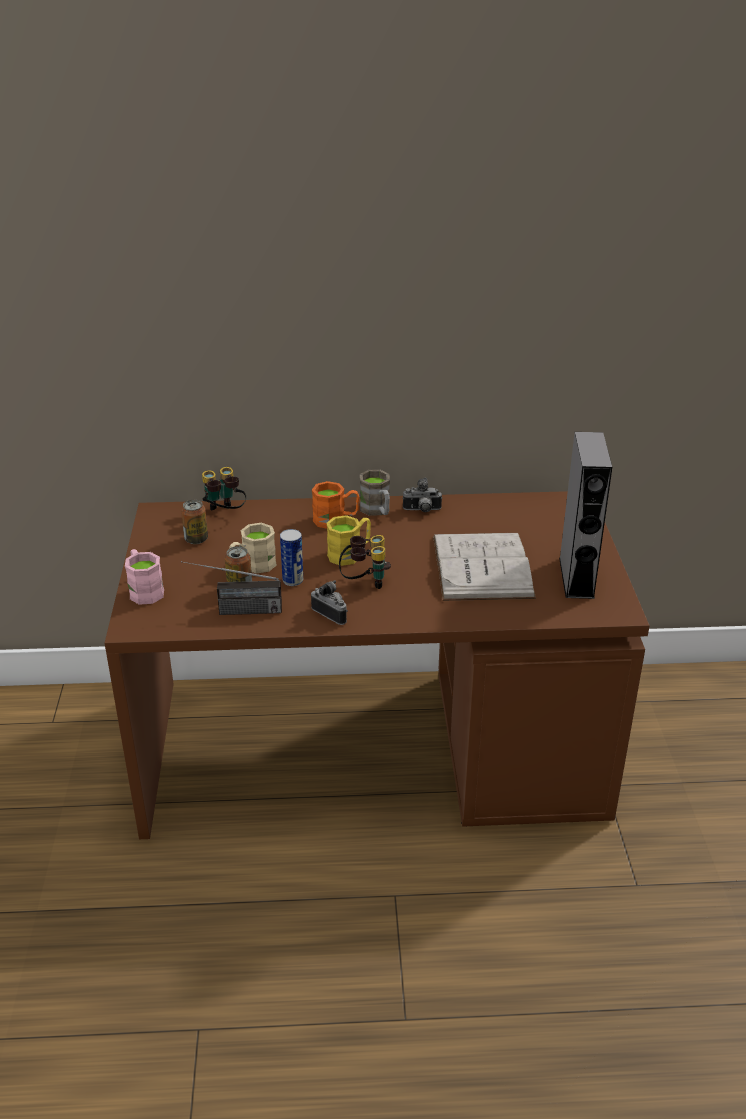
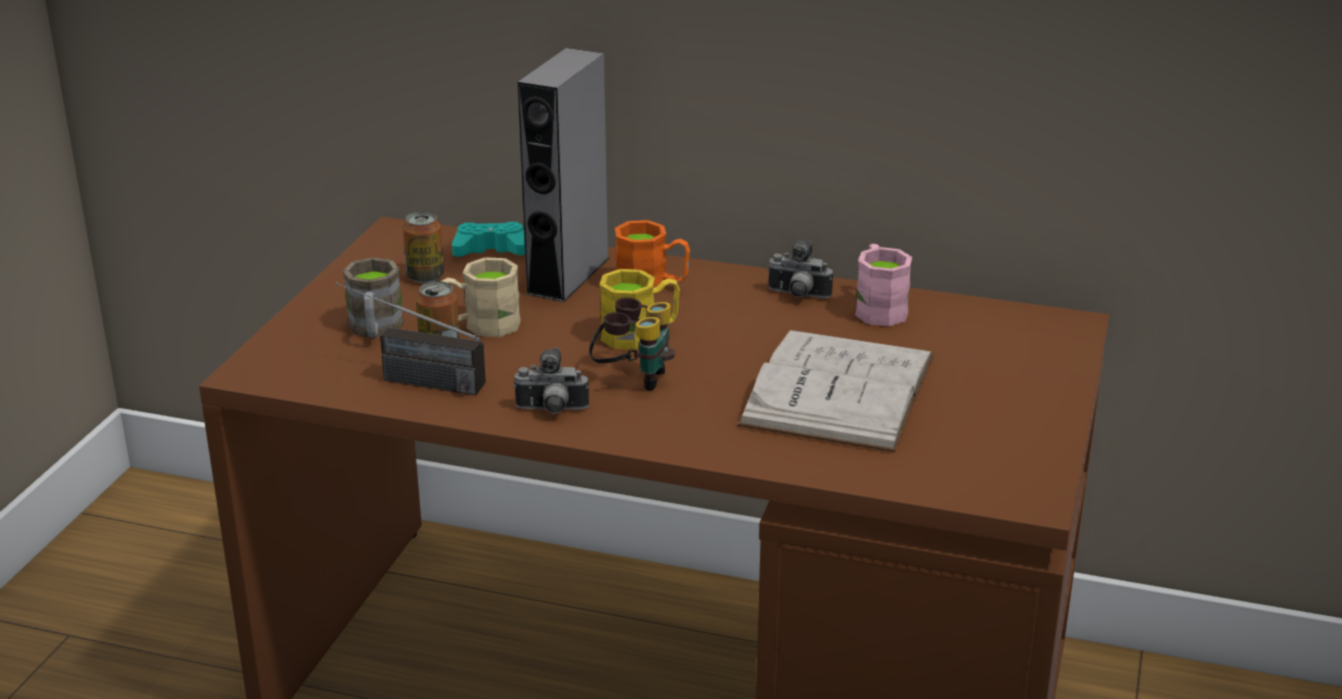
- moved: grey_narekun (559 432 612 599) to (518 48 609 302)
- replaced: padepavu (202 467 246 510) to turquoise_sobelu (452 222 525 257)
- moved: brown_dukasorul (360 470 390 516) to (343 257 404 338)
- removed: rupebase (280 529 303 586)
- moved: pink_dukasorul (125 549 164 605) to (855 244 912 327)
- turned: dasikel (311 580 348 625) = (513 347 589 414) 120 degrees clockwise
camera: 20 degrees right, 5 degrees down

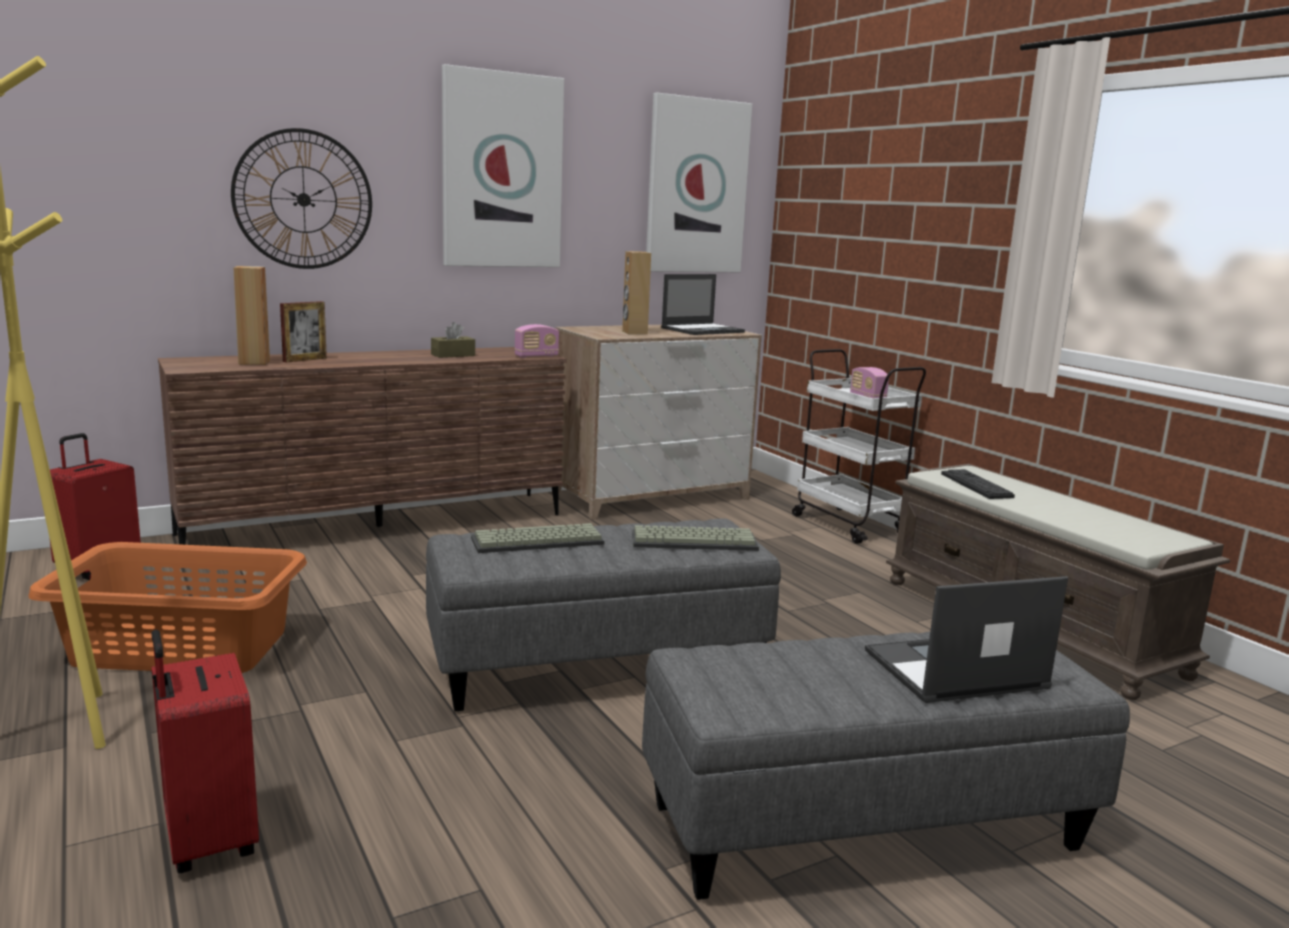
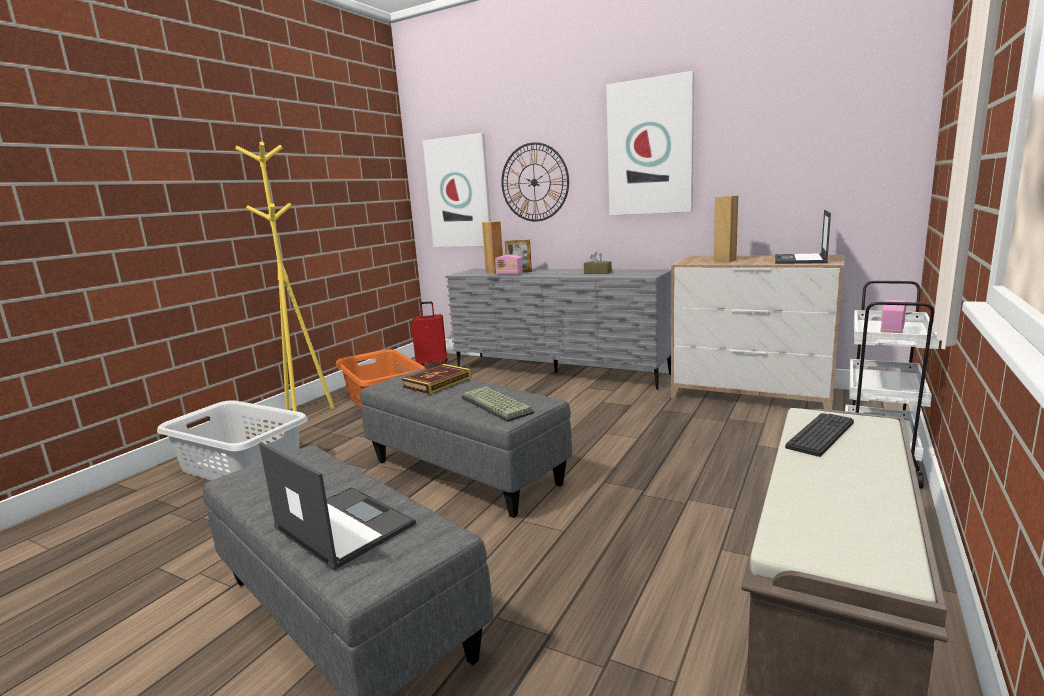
- moved: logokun (646 93 752 272) to (423 133 491 247)
- turned: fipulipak (661 274 745 335) = (775 210 831 264) 90 degrees clockwise
- moved: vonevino (514 324 559 358) to (495 255 523 275)
- recoloured: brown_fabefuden (158 347 567 545) to grey_fabefuden (445 269 671 390)
- replaced: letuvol (471 523 605 553) to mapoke (402 364 471 394)
- replaced: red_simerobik (151 630 259 873) to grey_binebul (157 400 308 481)
camera: 60 degrees right, 0 degrees up

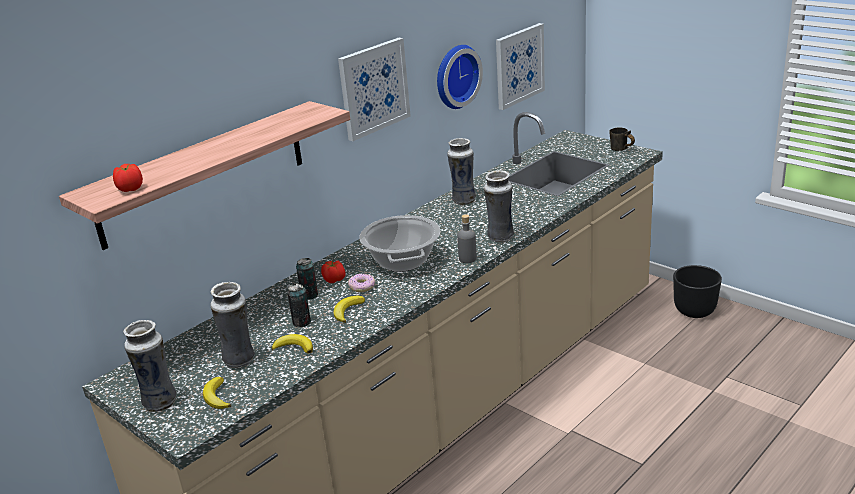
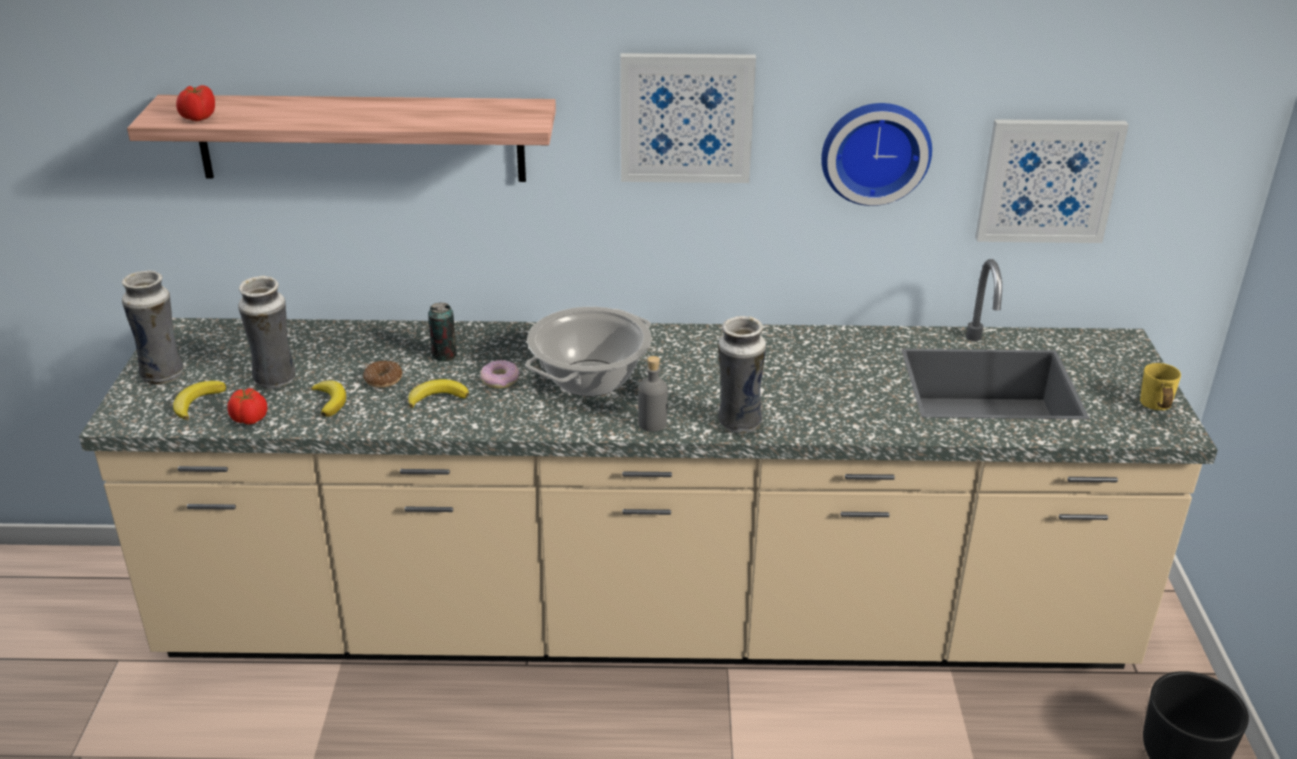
- recoloured: grey_dukasorul (609 128 635 151) to yellow_dukasorul (1140 363 1181 410)
- removed: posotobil (447 138 476 205)
- moved: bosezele (321 260 346 283) to (227 388 267 425)
- replaced: rupebase (287 283 311 327) to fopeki (363 361 402 388)
camera: 45 degrees right, 5 degrees up

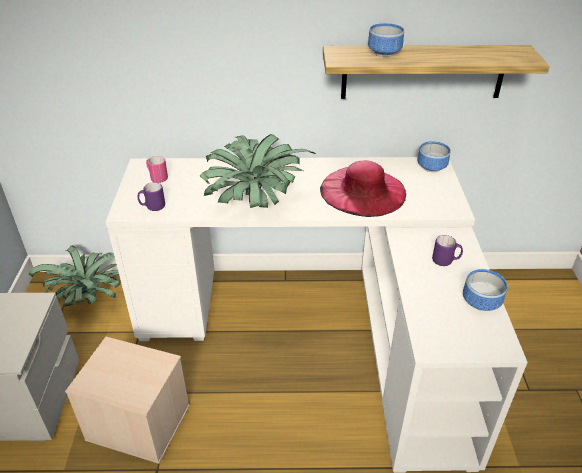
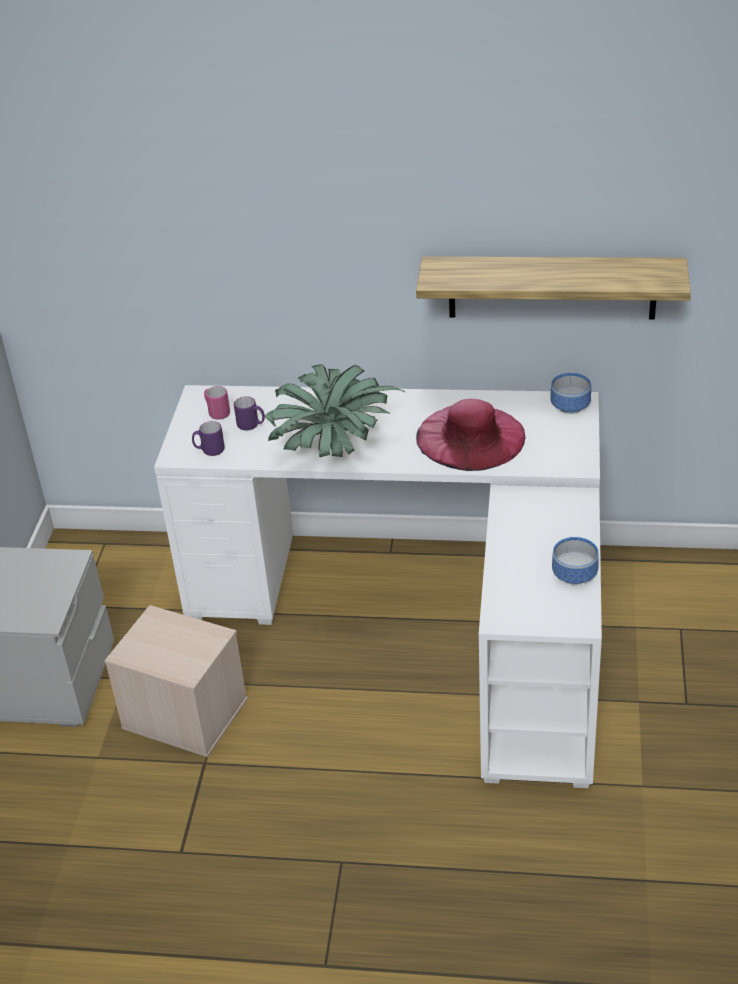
- removed: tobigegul (368 23 404 57)
- moved: purple_dukasorul (432 235 463 266) to (234 396 265 430)
- removed: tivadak (29 246 120 307)
camera: 10 degrees right, 0 degrees up

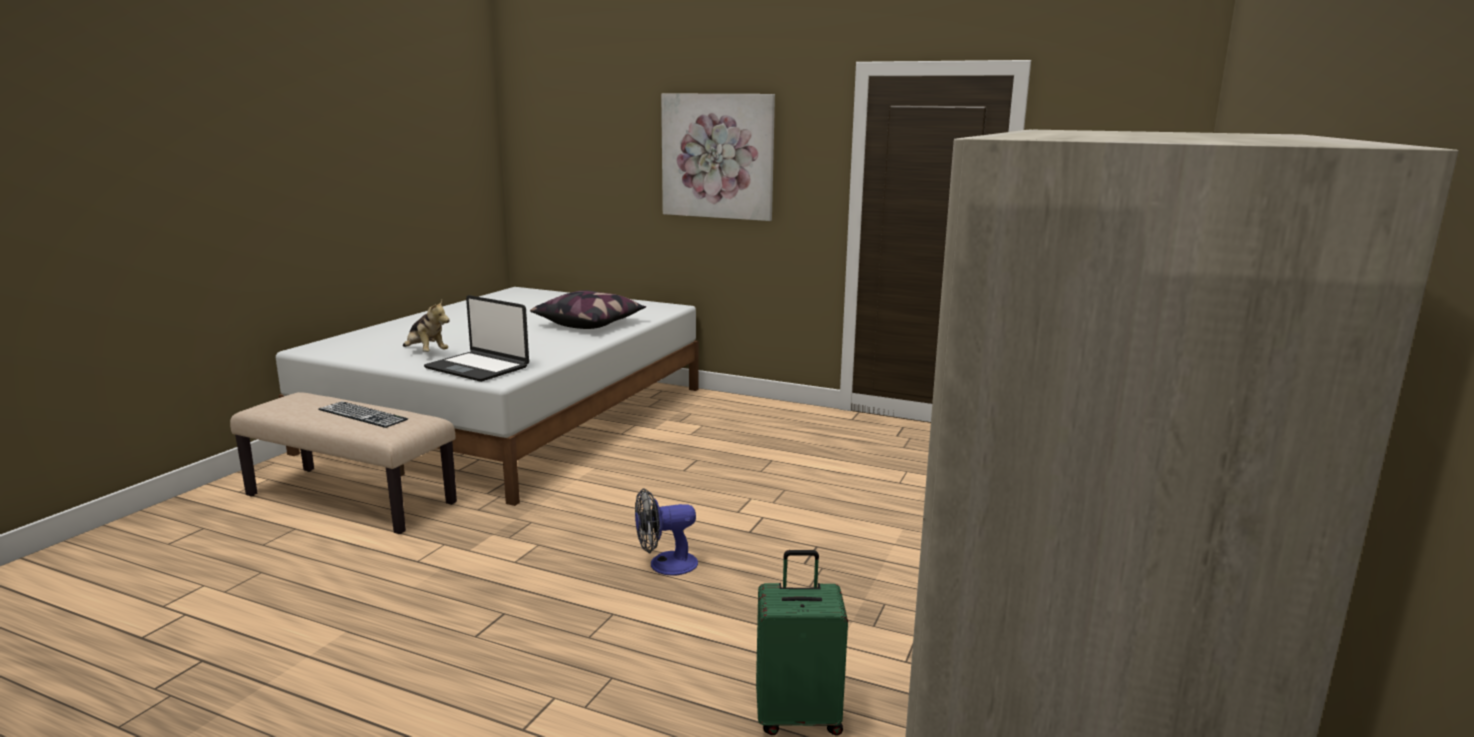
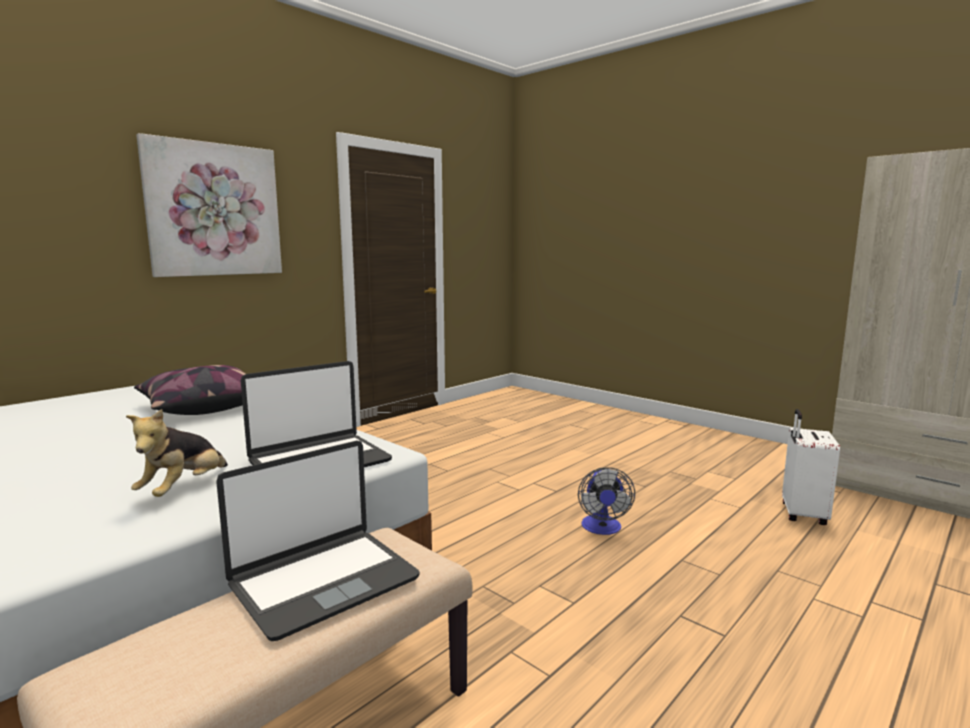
- turned: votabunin (403 300 450 352) = (126 409 228 497) 135 degrees clockwise
- replaced: letuvol (318 401 408 428) to fipulipak (216 441 420 641)
- recoloured: green_simerobik (756 550 848 736) to white_simerobik (782 409 840 525)
camera: 70 degrees left, 5 degrees down

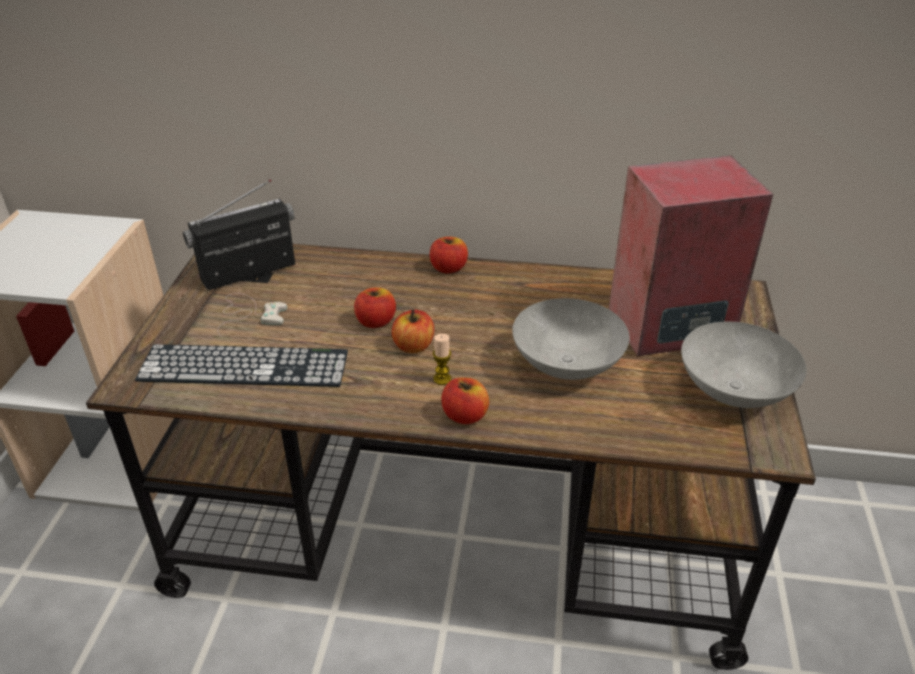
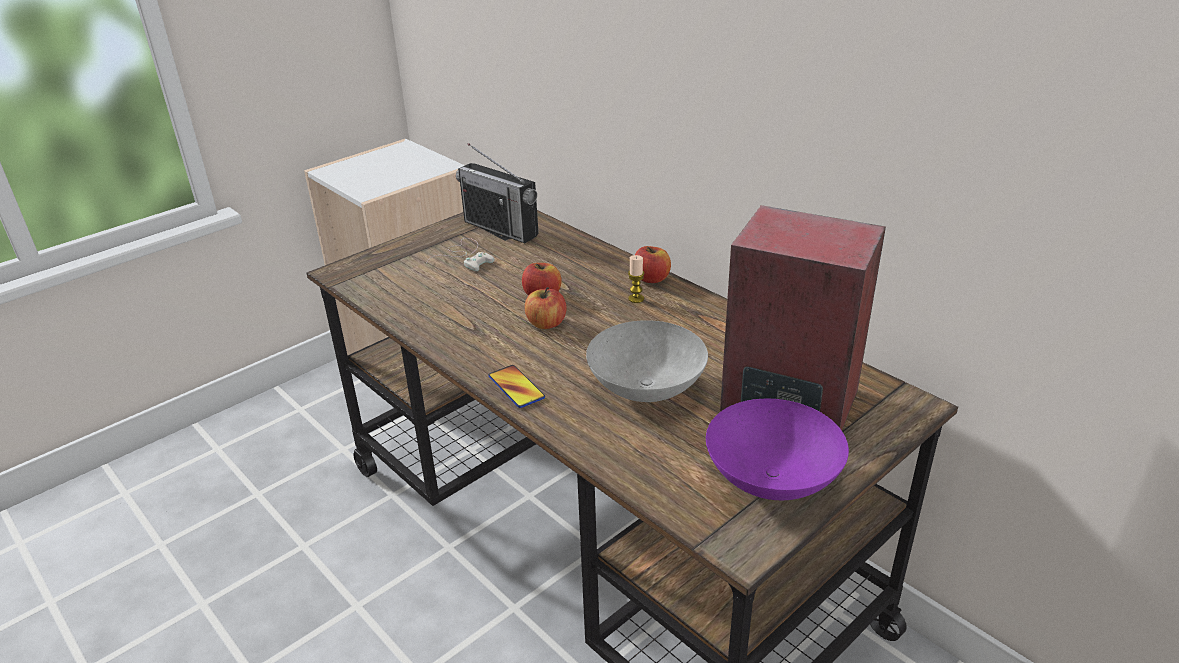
- turned: vonevino (183 179 295 290) = (456 143 539 243) 150 degrees counterclockwise
- recoloured: grey_tobigegul (681 322 807 408) to purple_tobigegul (706 399 849 500)
- moved: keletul (433 334 451 385) to (628 255 645 303)
- removed: letuvol (135 344 348 387)
- replaced: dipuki (441 378 489 424) to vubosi (488 365 545 408)
camera: 40 degrees right, 5 degrees down

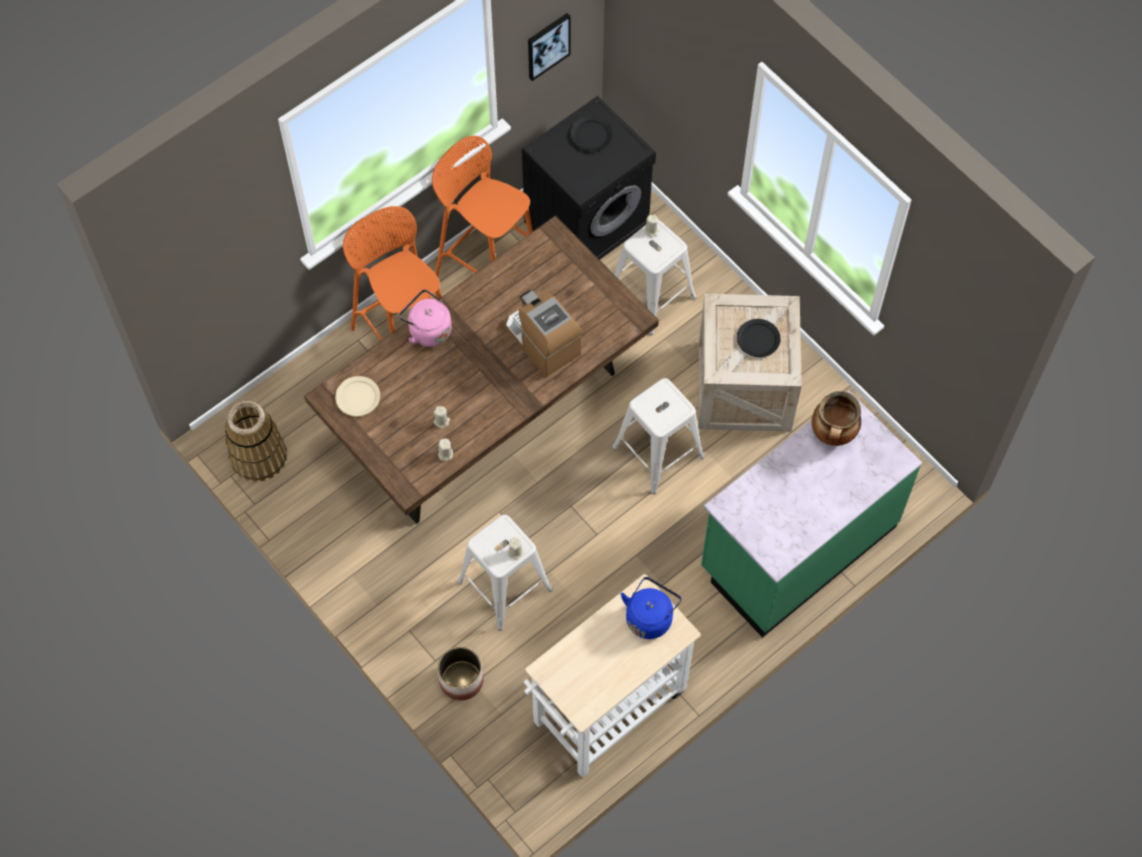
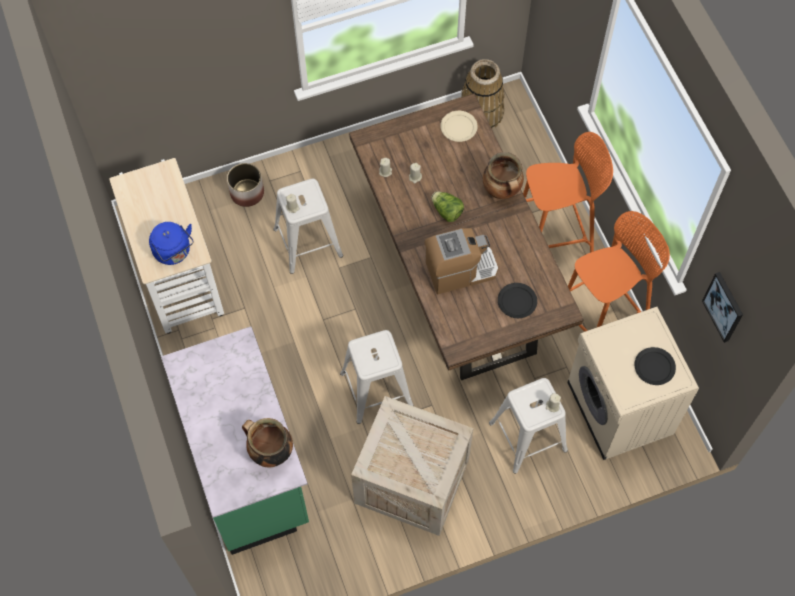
- recoloured: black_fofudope (522 96 656 260) to beige_fofudope (568 307 699 460)
- replaced: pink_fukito (399 289 452 347) to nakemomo (483 152 524 199)
- moved: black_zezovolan (737 319 781 357) to (498 283 537 318)
- added: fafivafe (431 191 464 222)
camera: 110 degrees right, 0 degrees up

